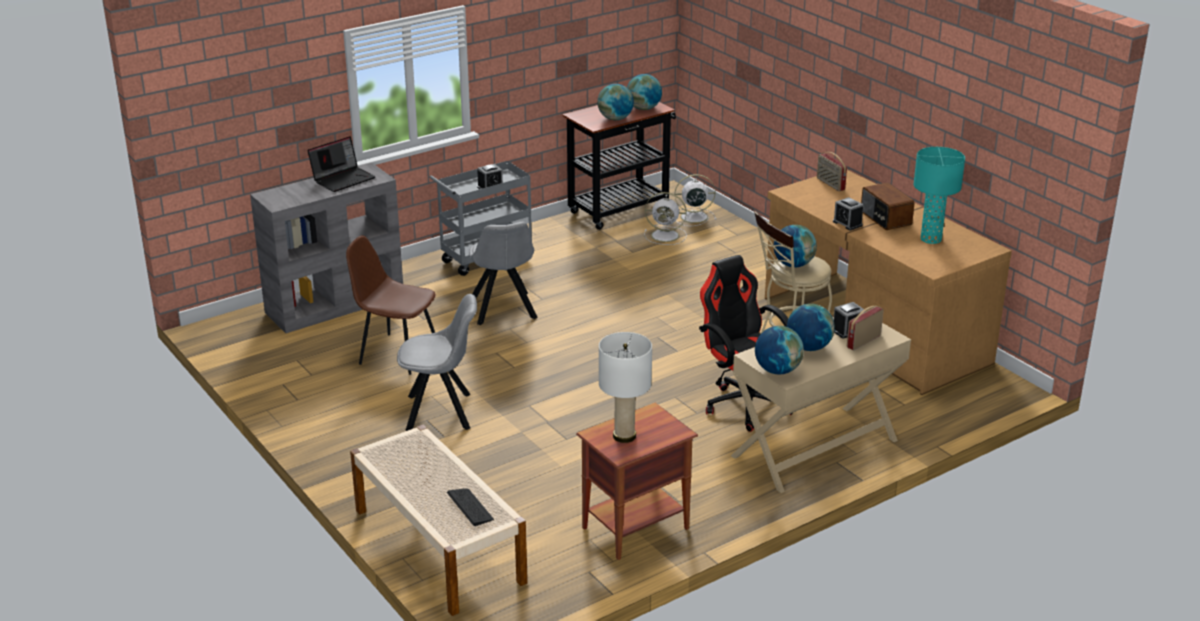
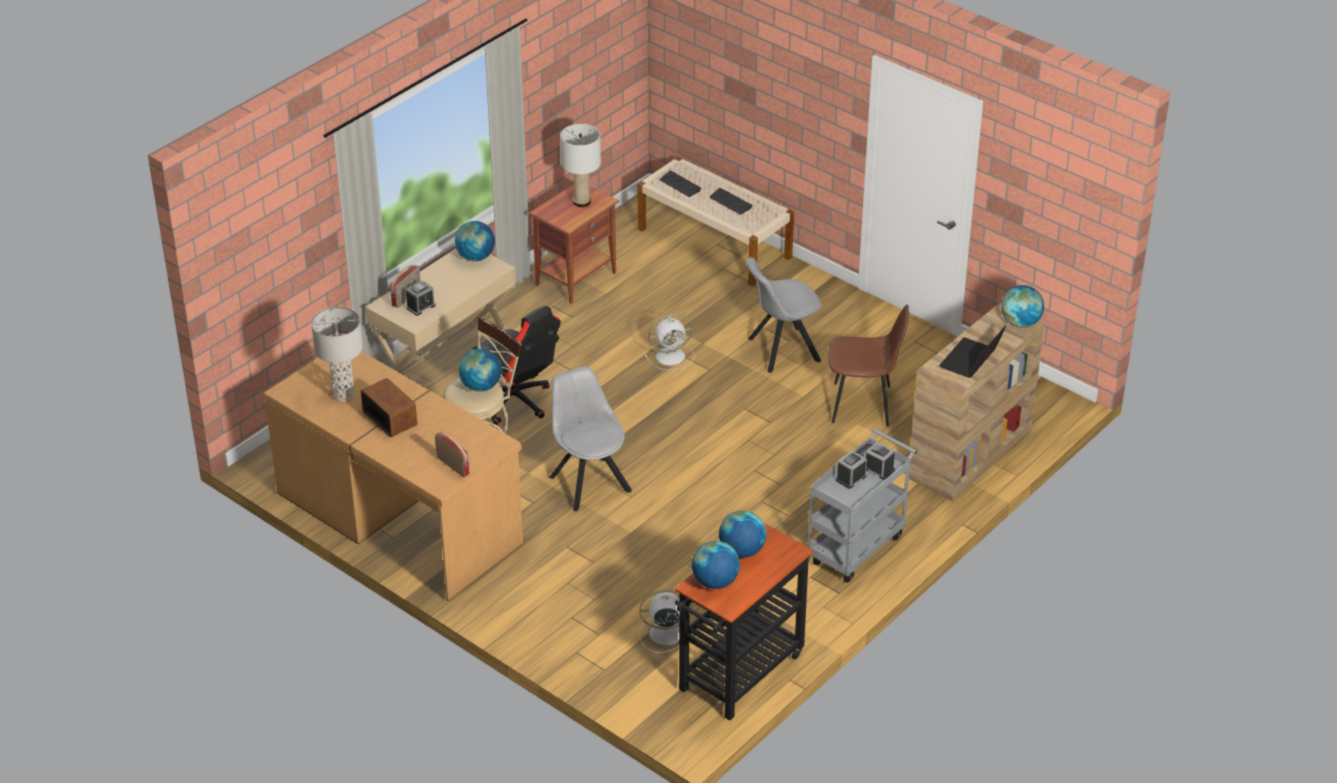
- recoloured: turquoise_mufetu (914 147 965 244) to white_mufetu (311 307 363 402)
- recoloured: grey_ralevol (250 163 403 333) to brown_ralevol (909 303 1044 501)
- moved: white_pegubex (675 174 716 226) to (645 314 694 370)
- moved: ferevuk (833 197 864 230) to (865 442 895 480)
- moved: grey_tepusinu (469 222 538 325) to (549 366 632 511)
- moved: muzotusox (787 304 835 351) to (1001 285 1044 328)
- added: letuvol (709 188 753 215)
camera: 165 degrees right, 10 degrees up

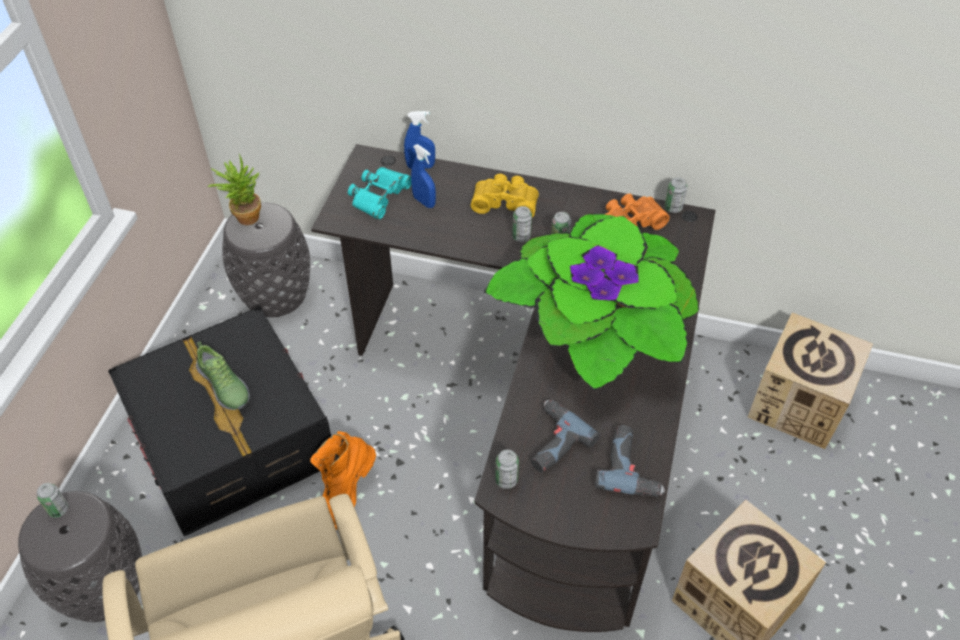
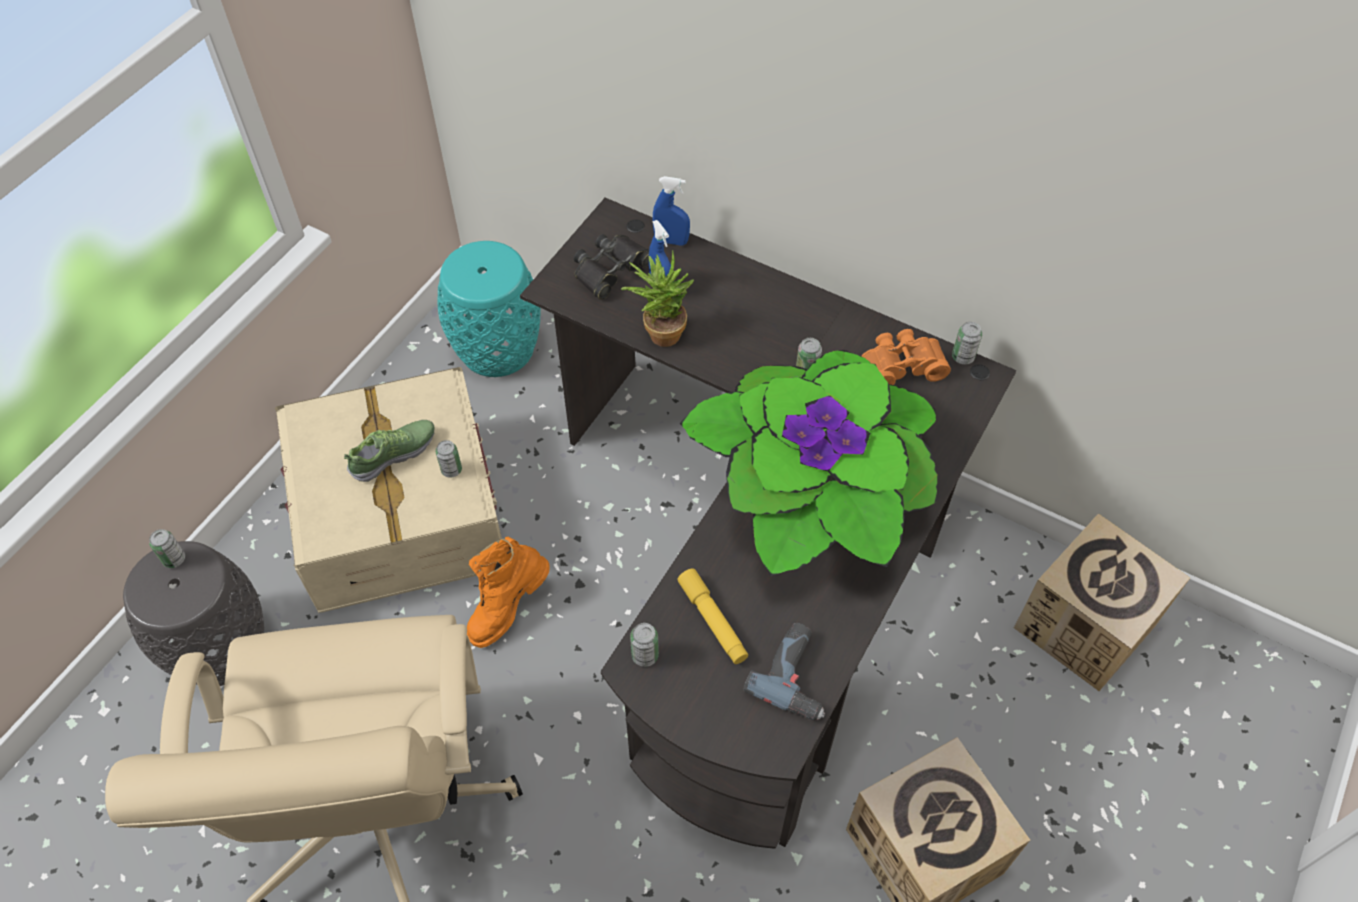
- moved: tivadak (208 154 261 225) to (621 250 694 347)
- recoloured: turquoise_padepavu (348 167 412 220) to black_padepavu (574 234 649 300)
- removed: yellow_padepavu (471 174 539 218)
- recoloured: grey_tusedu (222 203 310 317) to turquoise_tusedu (437 241 541 377)
- moved: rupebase (512 206 532 242) to (436 440 462 478)
- recoloured: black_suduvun (108 307 331 536) to beige_suduvun (275 367 502 613)
- turned: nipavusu (196 341 250 410) = (344 420 434 482) 105 degrees counterclockwise
- replaced: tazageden (531 400 600 472) to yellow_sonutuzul (677 568 748 664)
camera: 15 degrees right, 5 degrees up

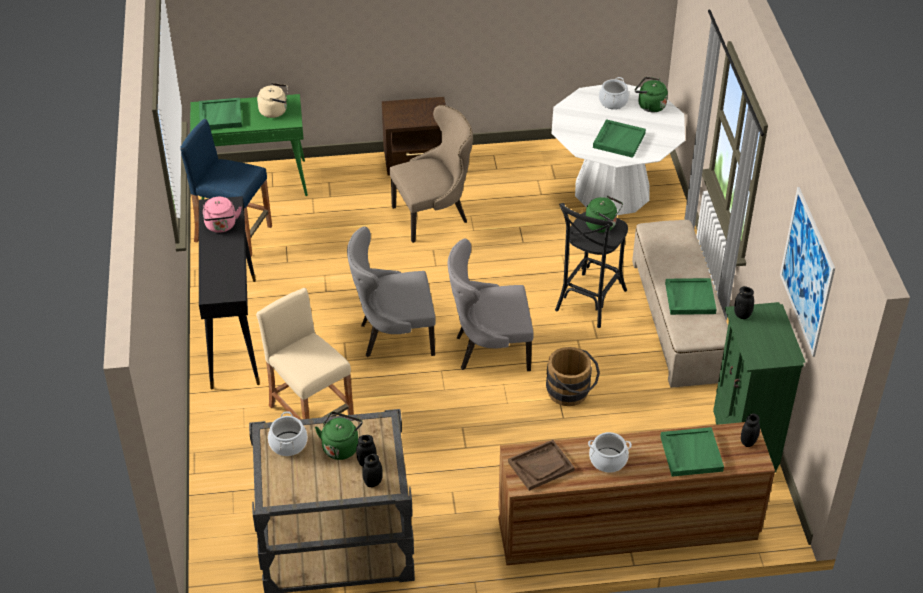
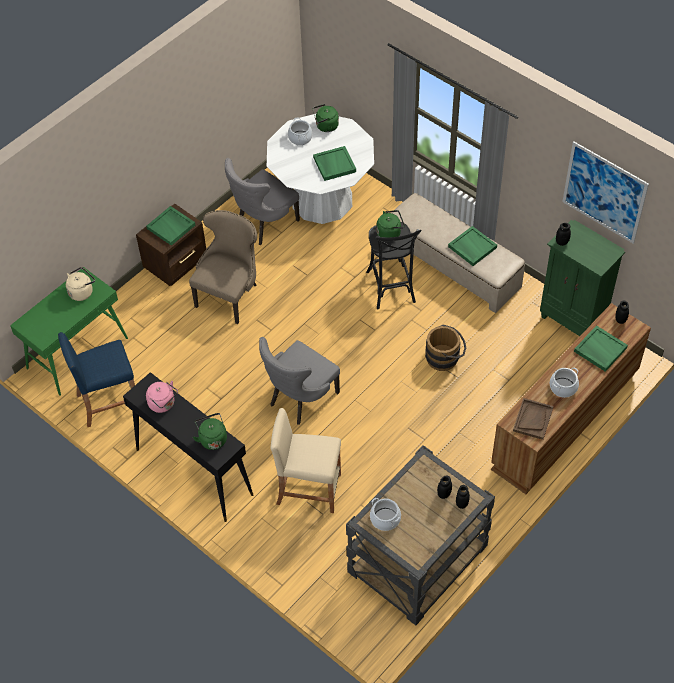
- moved: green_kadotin (199 98 242 130) to (146 206 195 246)
- moved: grey_tepusinu (448 239 534 371) to (225 158 300 245)
- moved: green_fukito (315 412 363 460) to (193 413 227 450)
camera: 40 degrees left, 10 degrees up

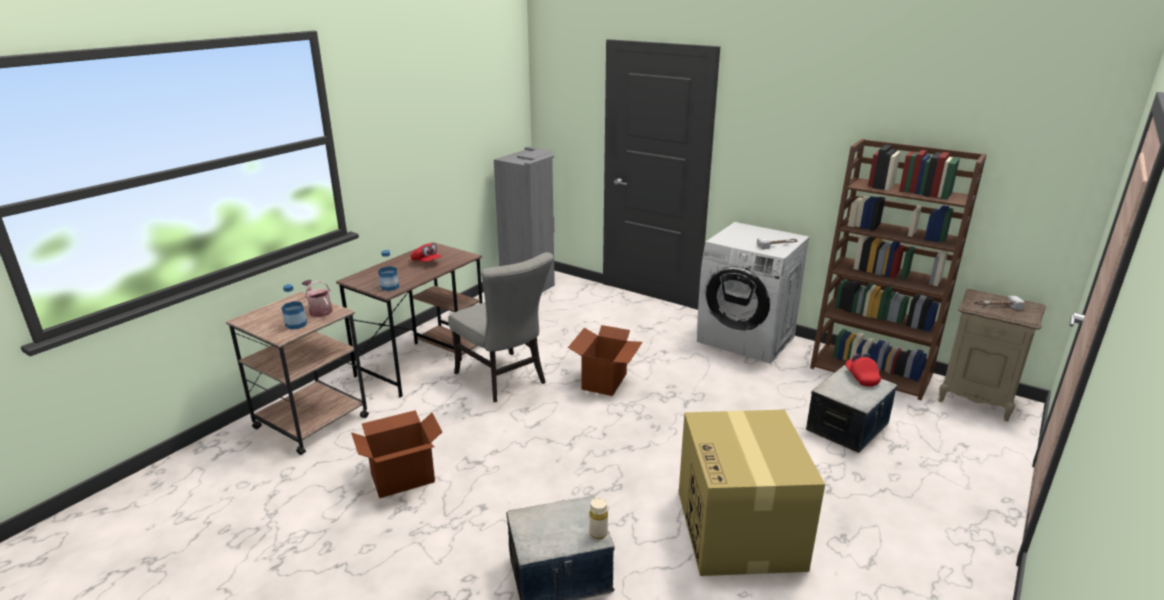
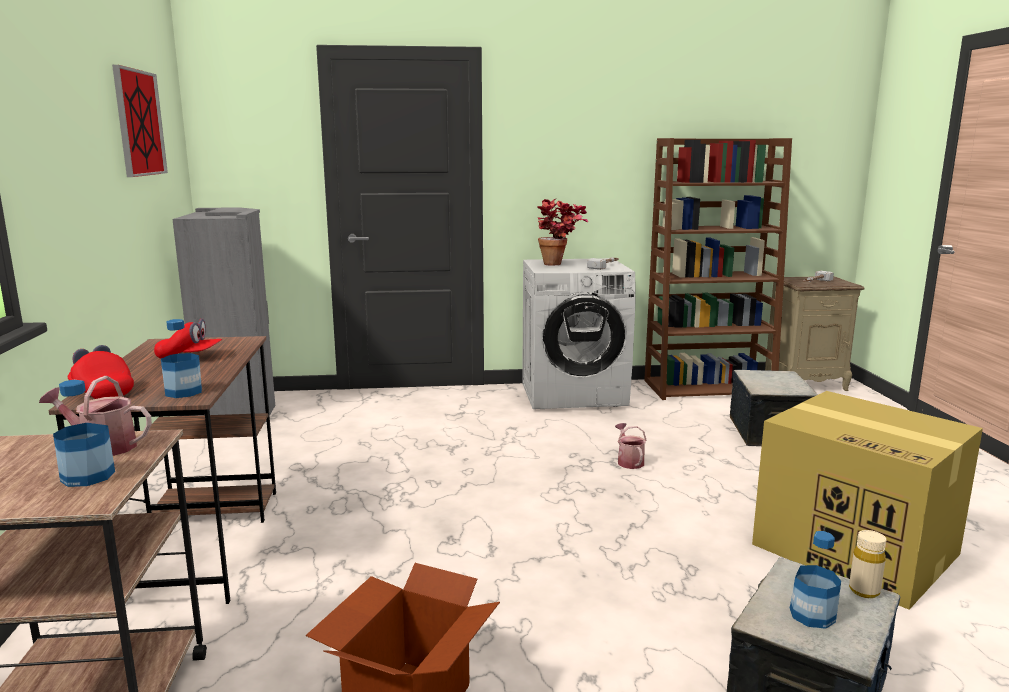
- removed: grey_tepusinu (448 252 554 402)
- removed: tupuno (568 325 642 396)
- moved: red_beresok (846 353 881 387) to (67 345 134 399)
- added: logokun (112 65 168 177)
- added: tivadak (537 199 588 266)
- added: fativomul (615 423 646 469)
- added: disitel (790 531 841 629)
camera: 40 degrees left, 10 degrees down

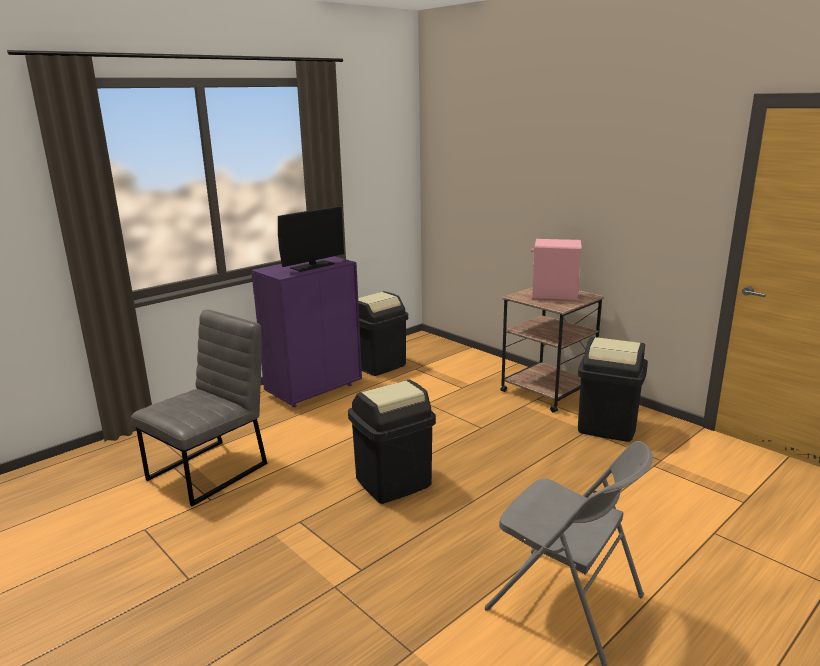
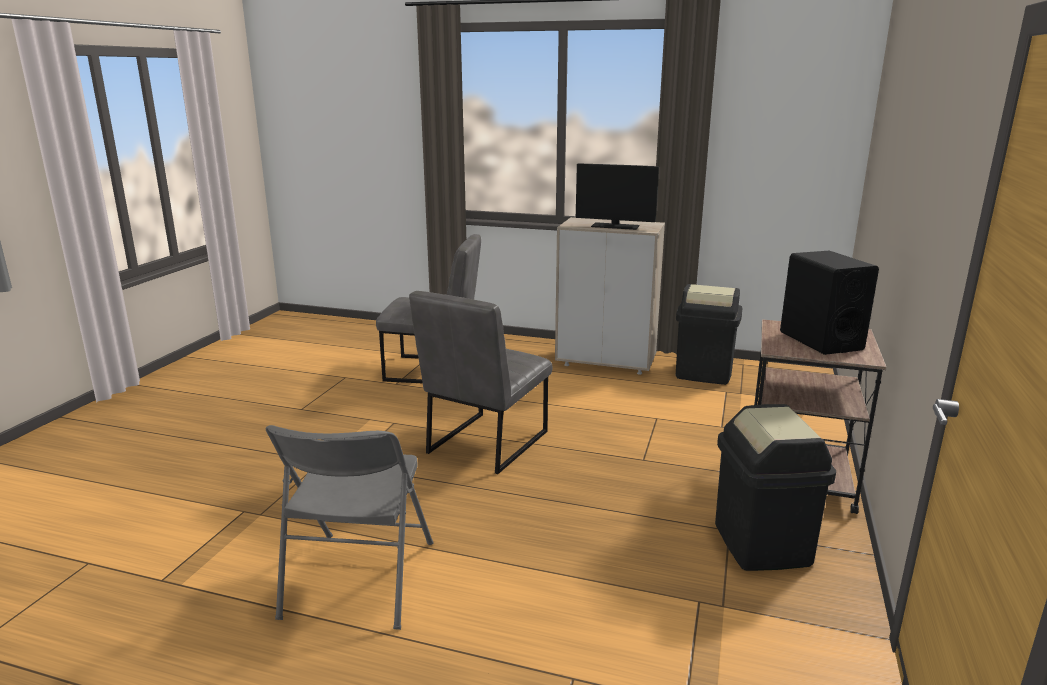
- recoloured: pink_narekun (531 239 581 301) to black_narekun (780 251 879 355)
- recoloured: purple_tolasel (251 256 362 407) to beige_tolasel (555 217 665 375)
- replaced: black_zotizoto (348 380 436 504) to grey_tepusinu (409 291 552 474)
camera: 60 degrees right, 0 degrees up

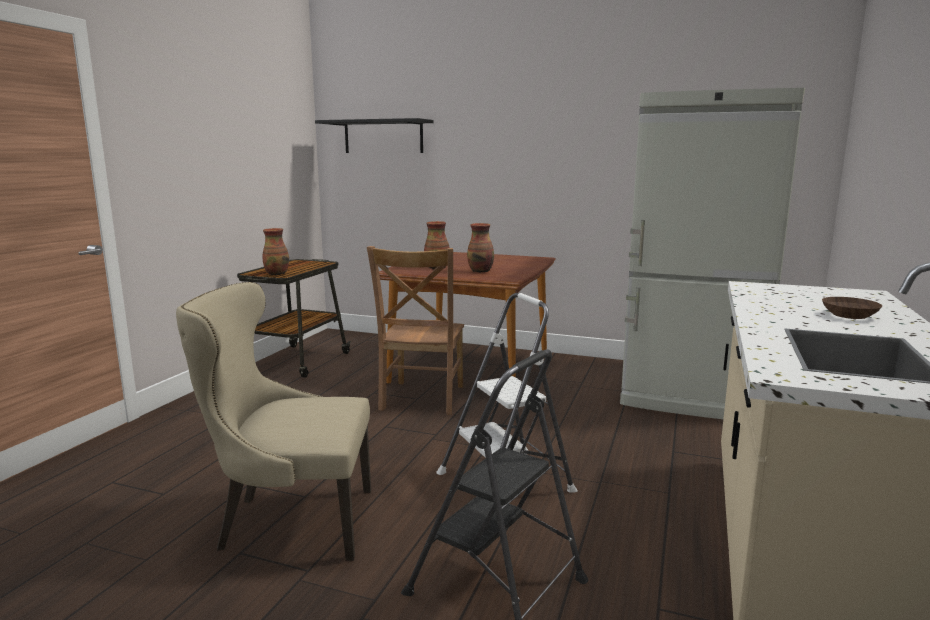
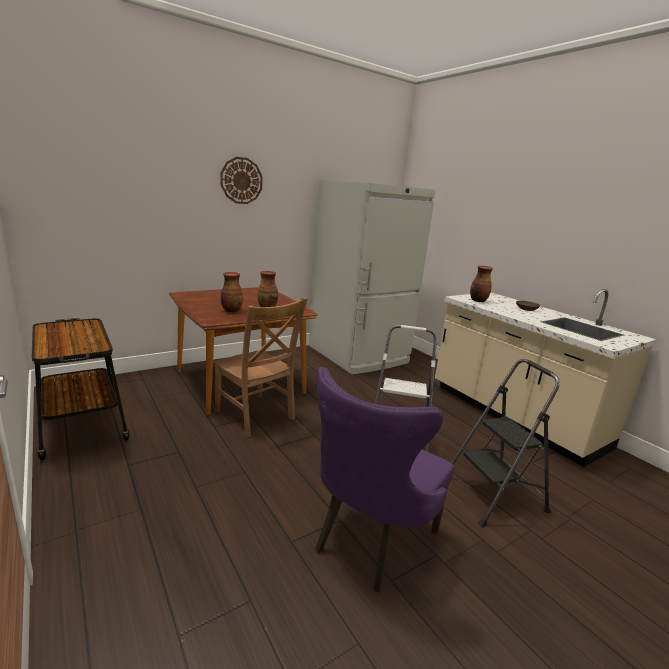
- removed: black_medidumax (315 118 434 153)
- moved: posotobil (263 228 289 275) to (470 266 493 302)
- recoloured: beige_tepusinu (176 282 371 561) to purple_tepusinu (315 366 454 592)
- added: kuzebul (220 157 263 204)
camera: 55 degrees left, 5 degrees up

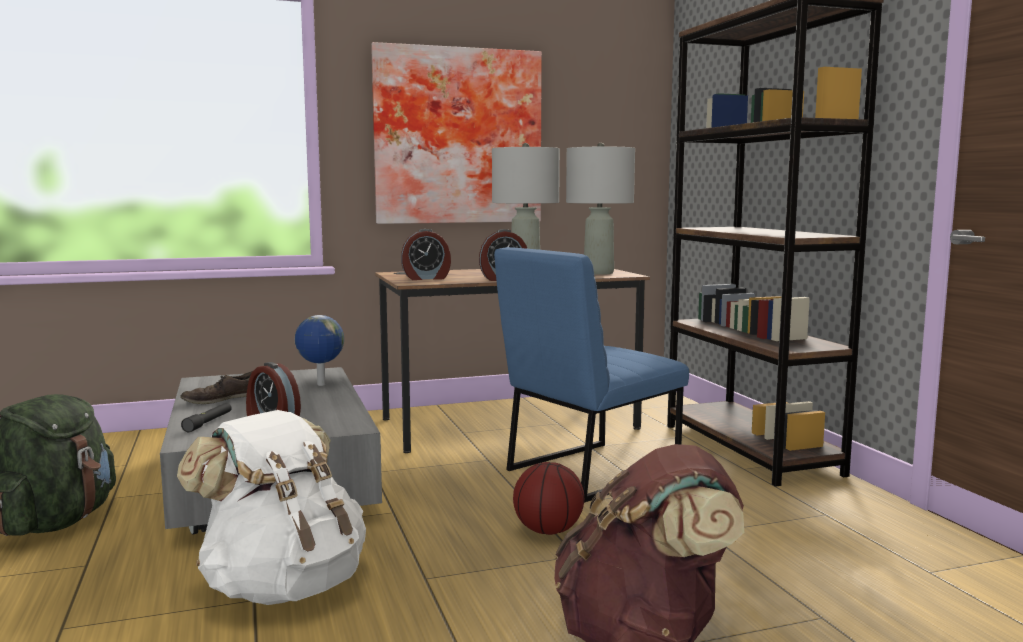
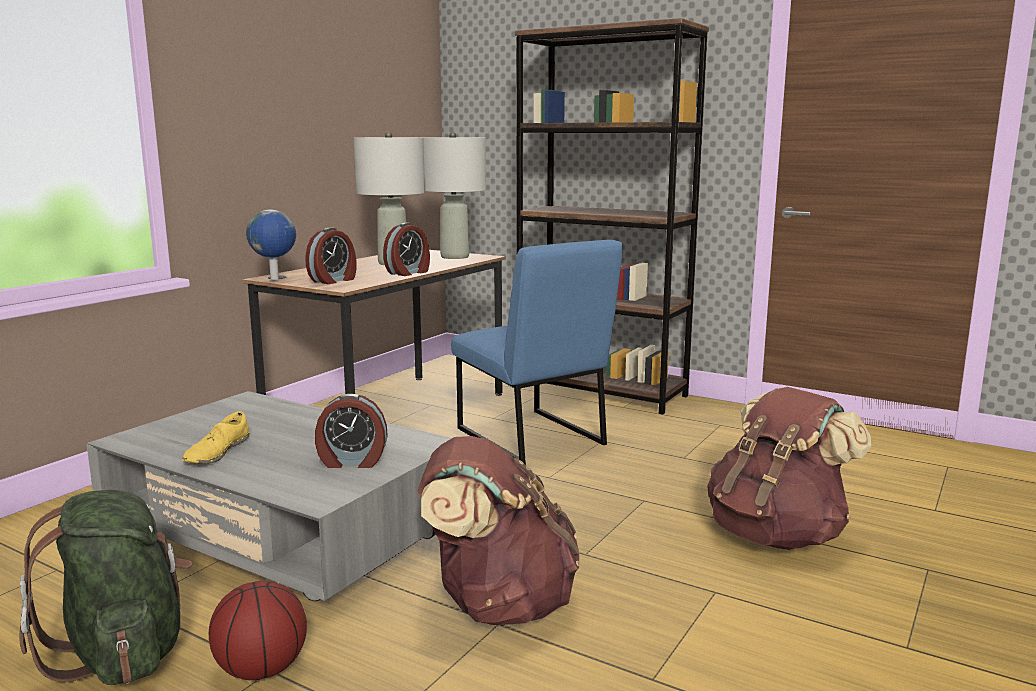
- removed: logokun (371 42 542 224)
- turned: blue_tepusinu (494 247 689 503) = (451 240 623 465) 45 degrees counterclockwise
- moved: muzotusox (295 315 344 386) to (246 210 296 280)
- recoloured: brown_nipavusu (180 371 253 404) to yellow_nipavusu (182 411 249 464)
- removed: black_sonutuzul (181 403 231 432)
- recoloured: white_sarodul (177 410 366 605) to brown_sarodul (418 436 580 625)
- moved: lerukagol (513 462 584 535) to (209 581 307 680)
camera: 40 degrees left, 5 degrees up

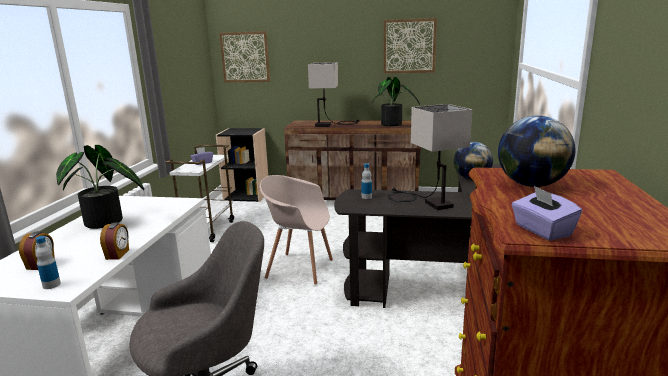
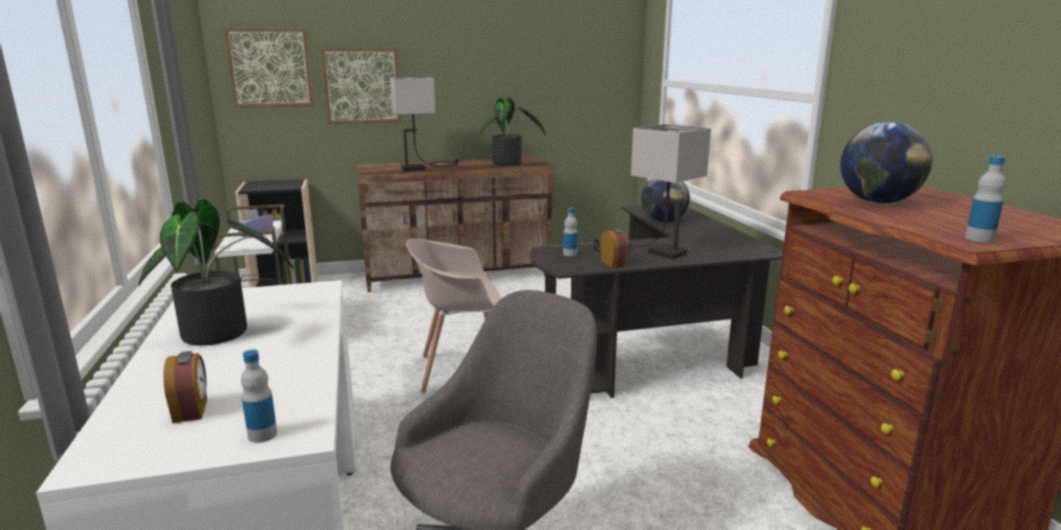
- moved: logokun (383 17 437 74) to (320 45 402 125)
- replaced: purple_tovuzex (512 186 582 240) to disitel (965 156 1006 242)
- moved: ferevuk (100 222 129 260) to (600 228 628 268)
camera: 25 degrees left, 0 degrees up

